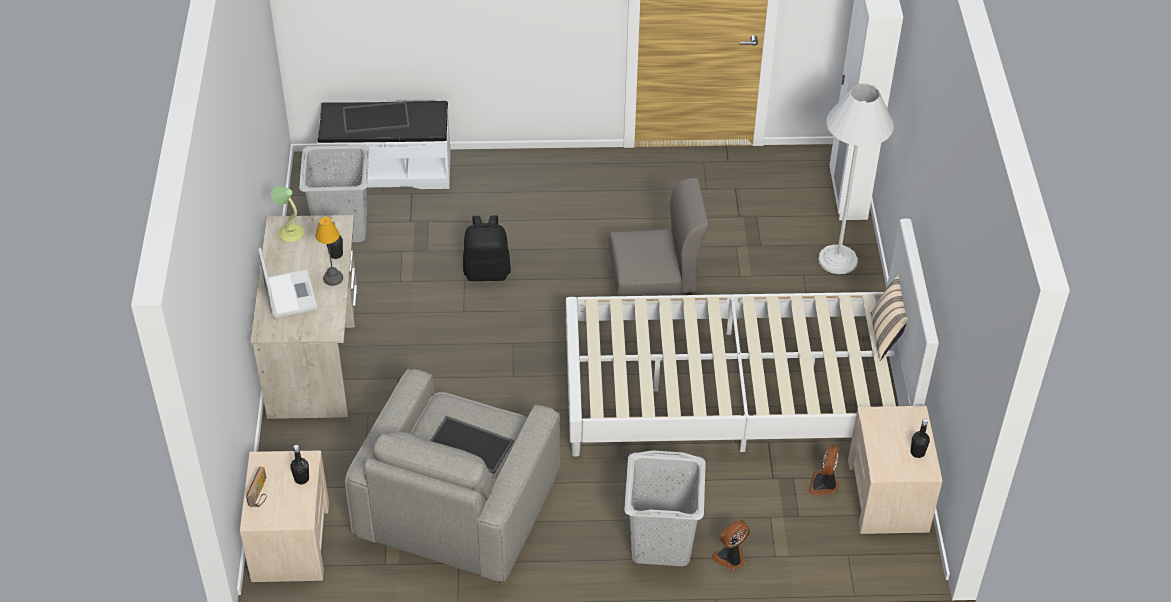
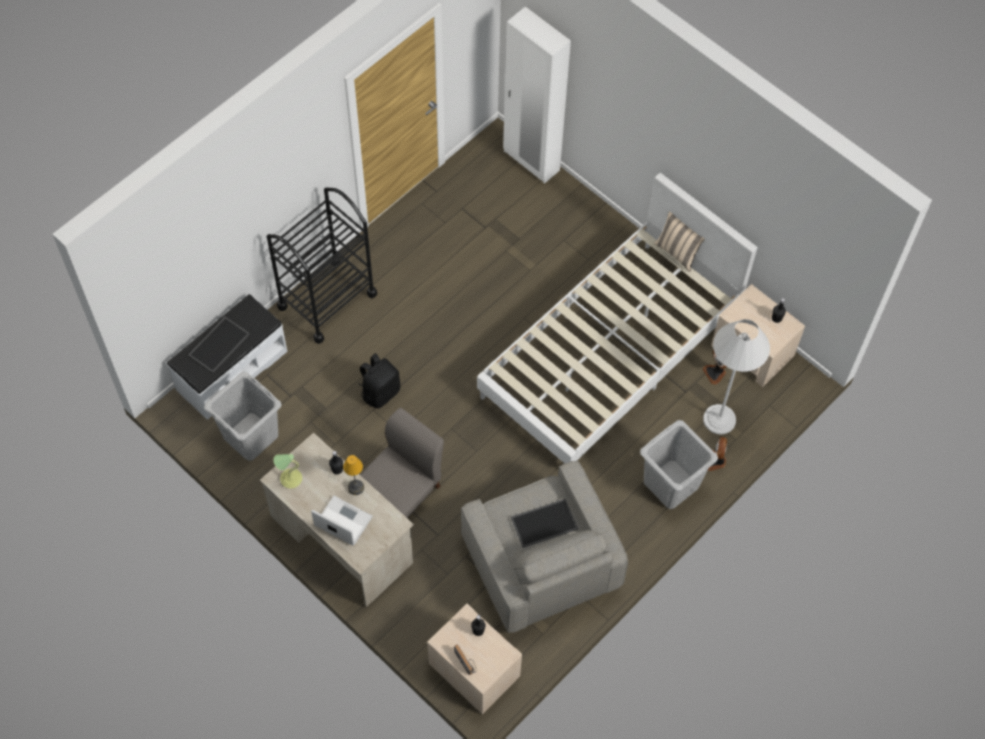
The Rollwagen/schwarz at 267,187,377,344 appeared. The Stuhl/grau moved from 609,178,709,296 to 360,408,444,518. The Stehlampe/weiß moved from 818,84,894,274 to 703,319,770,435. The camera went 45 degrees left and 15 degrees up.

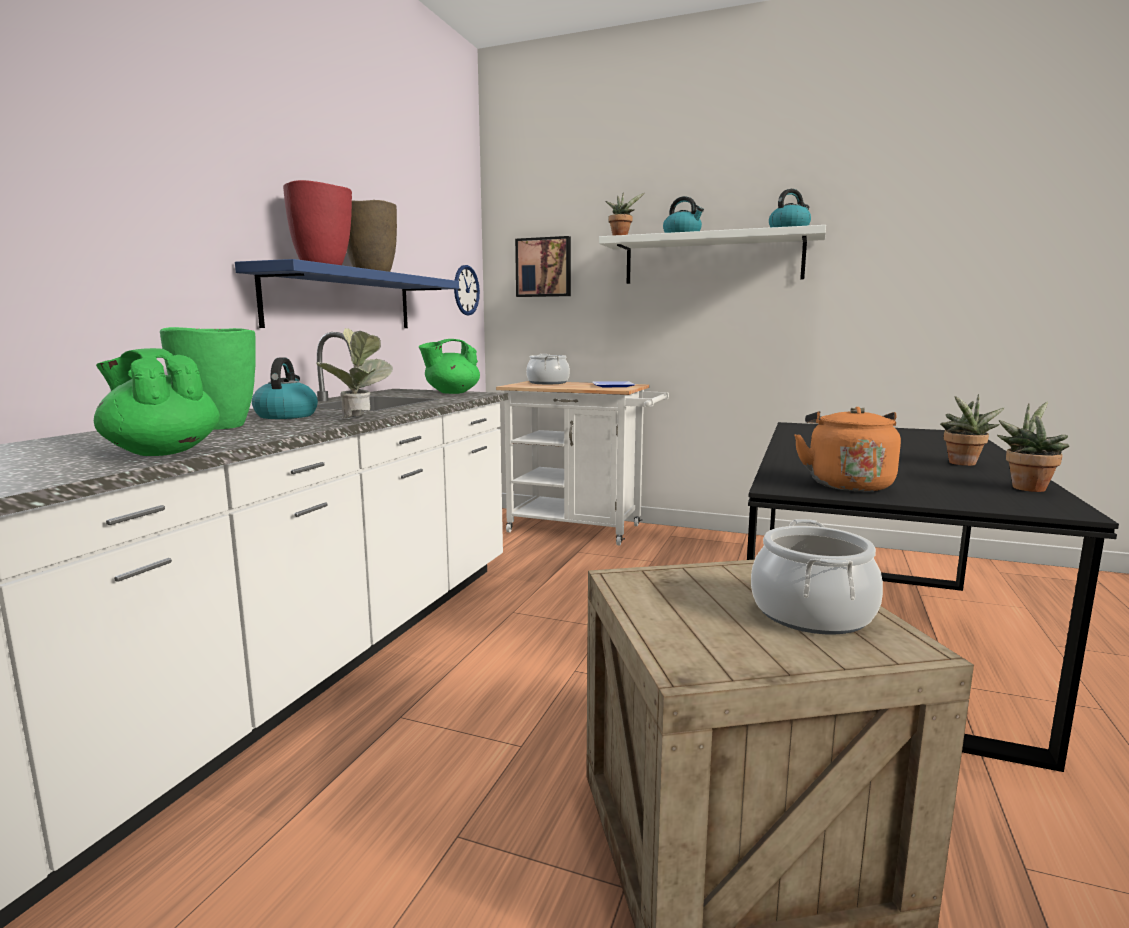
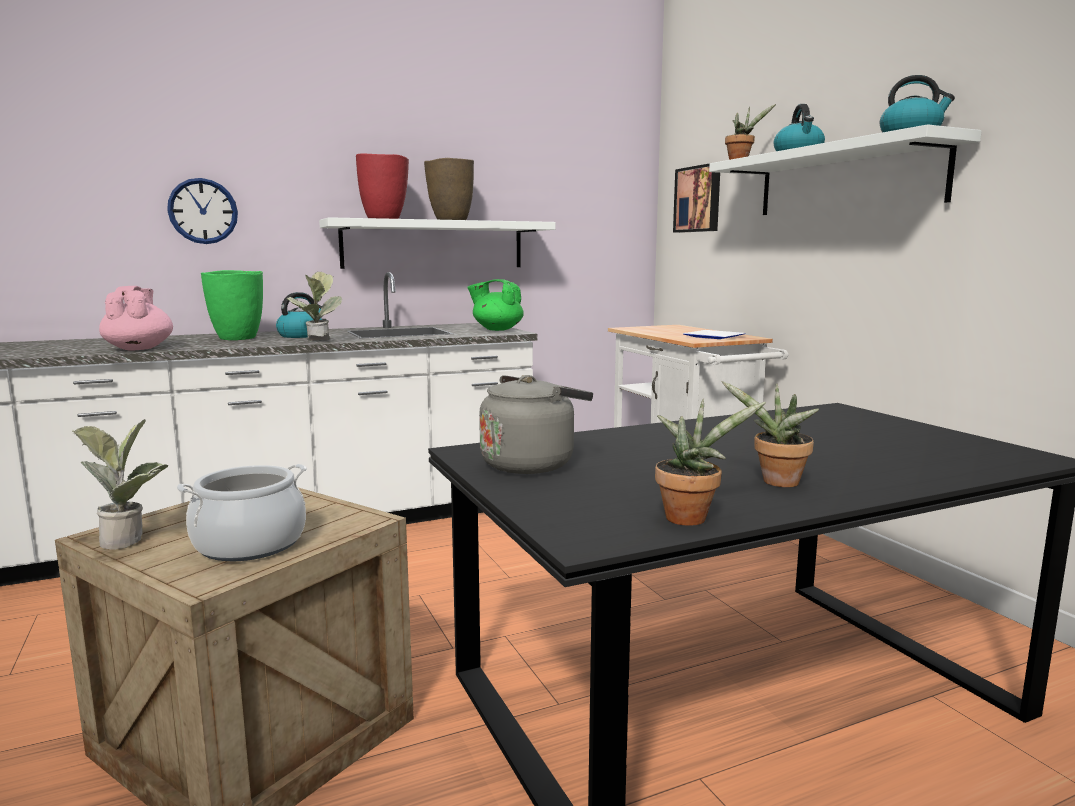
The Kochtopf at 526,354,570,384 disappeared. The Topfpflanze at 71,419,168,550 appeared. The Wanduhr moved from 454,265,480,315 to 167,178,238,244. The Teekanne/grün at 94,348,220,456 became the Teekanne/rosa at 99,286,173,351. The Wandregal/blau at 235,259,459,328 became the Wandregal/weiß at 319,217,555,269. The Wasserkessel/orange at 794,407,901,492 became the Wasserkessel/grau at 479,375,593,474. The camera went 45 degrees right and 0 degrees up.

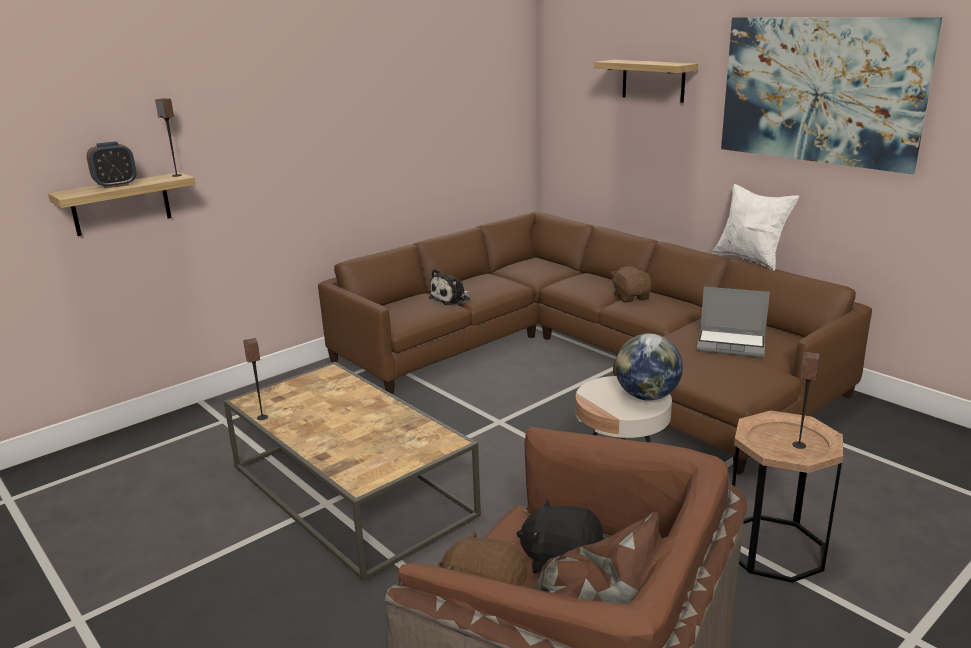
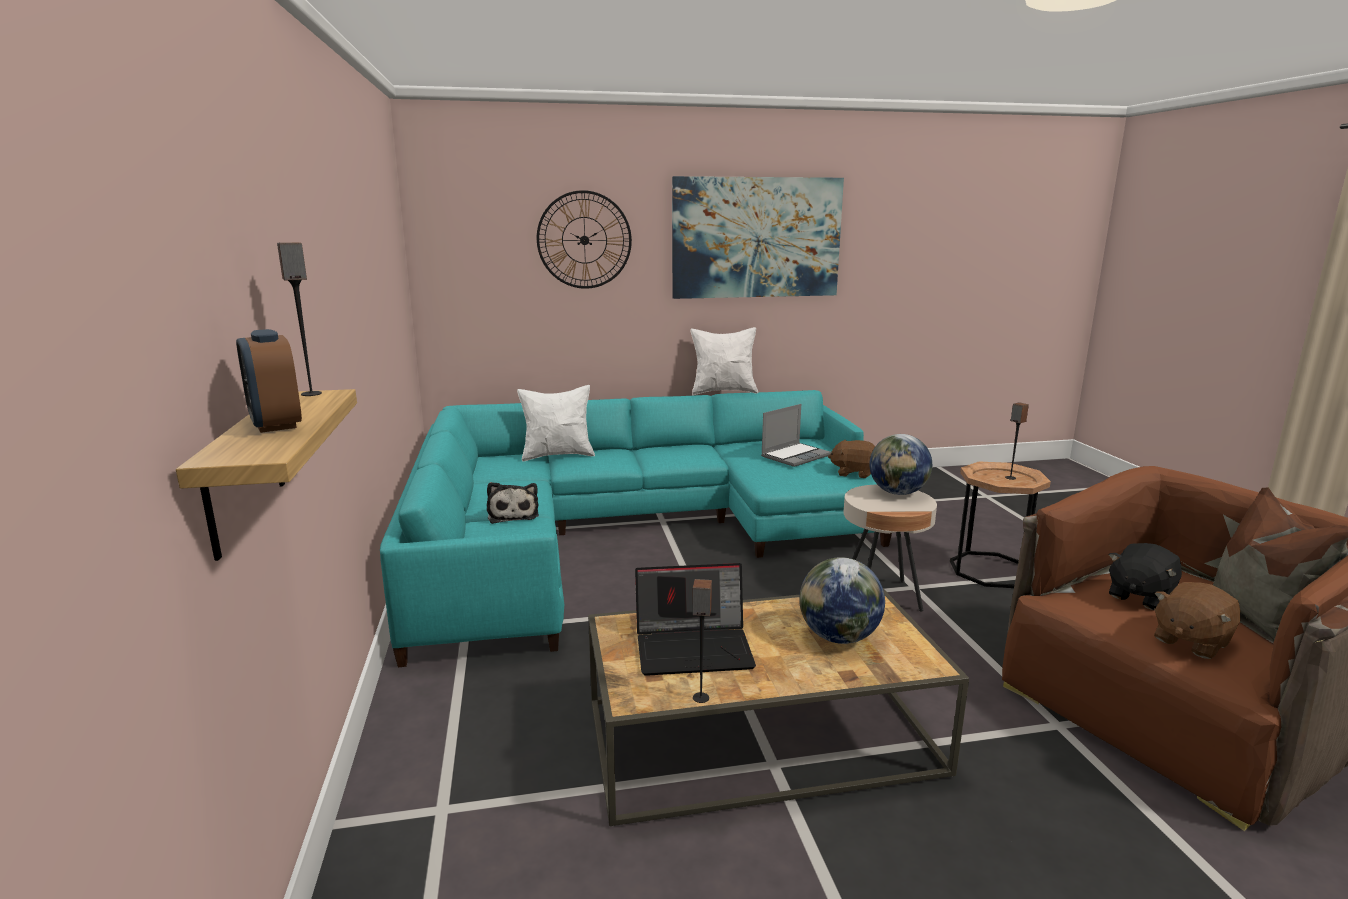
The Kissen/weiß at 517,385,595,462 appeared. The Laptop at 635,563,756,676 appeared. The Globus at 799,557,885,644 appeared. The Plüschtier/braun moved from 611,266,652,303 to 828,440,875,478. The Wandregal at 594,60,698,103 was replaced by the Wanduhr at 537,190,632,289. The Sofa/braun at 318,211,872,475 became the Sofa/türkis at 380,390,892,667. The Wecker at 87,142,136,189 turned 150 degrees clockwise. The camera went 60 degrees left and 5 degrees down.

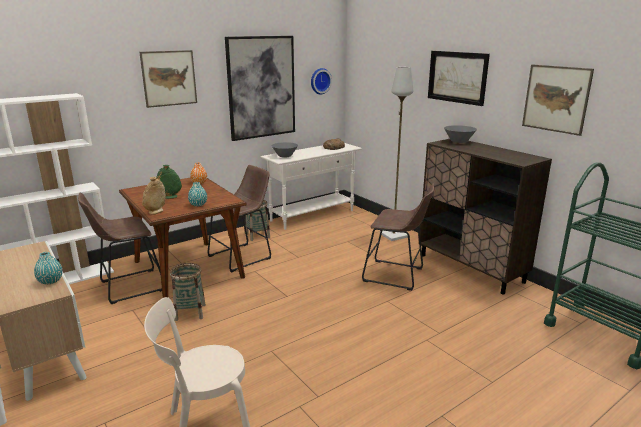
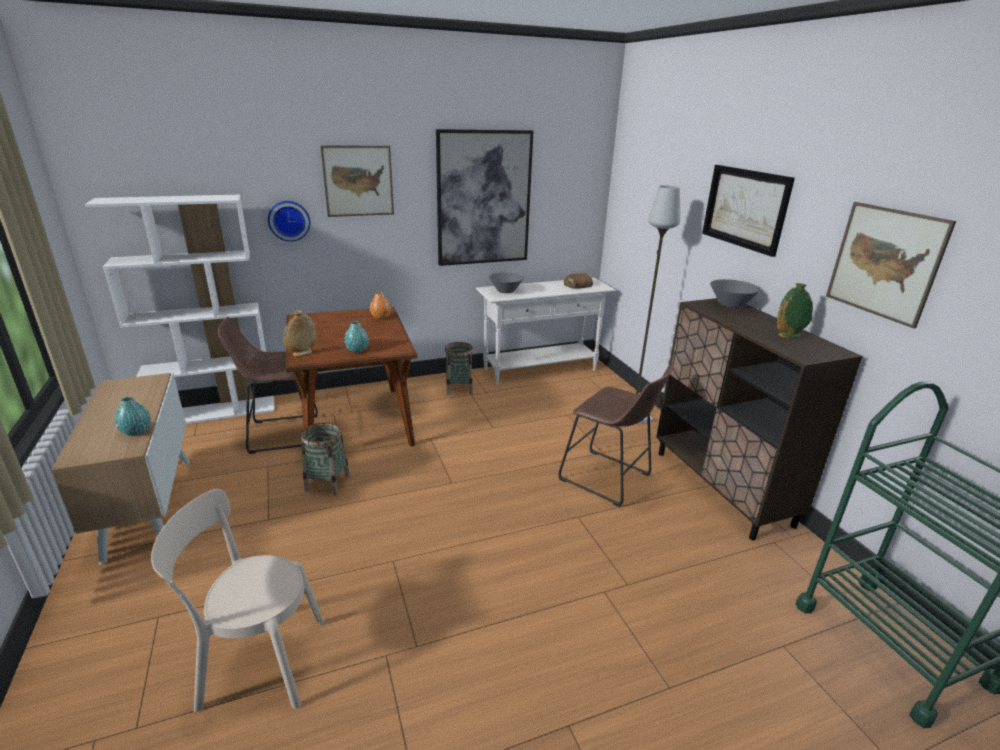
The Hocker/braun at 208,165,271,273 disappeared. The Vase/grün moved from 156,165,182,199 to 777,283,813,338. The Wanduhr moved from 311,68,332,94 to 268,201,310,241. The camera went 15 degrees right and 5 degrees up.

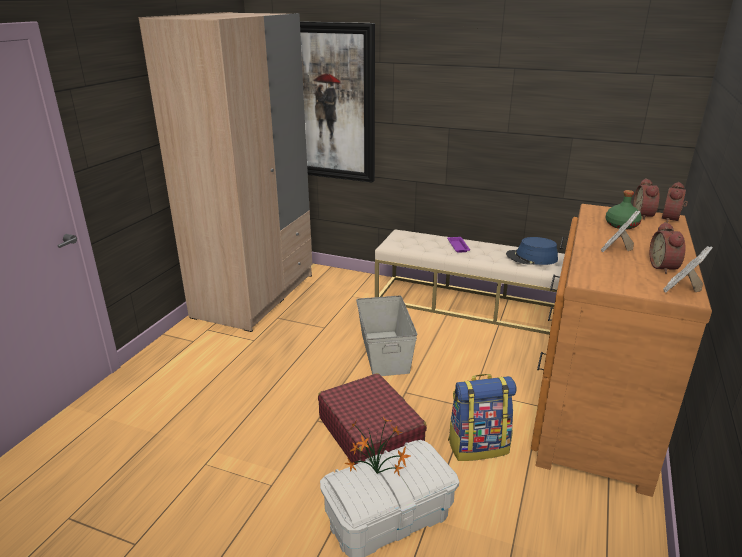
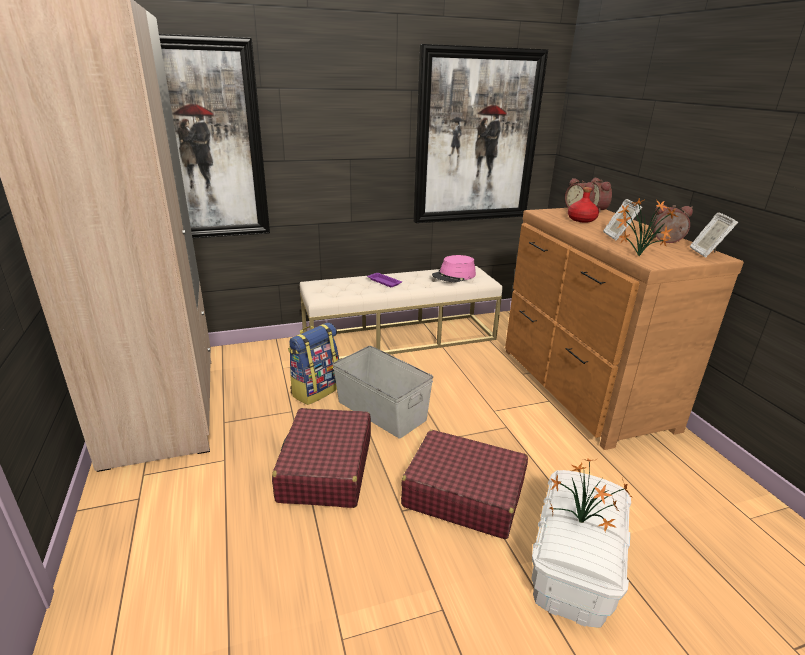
The Koffer/rot at 272,408,371,508 appeared. The Bild at 414,44,548,223 appeared. The Topfpflanze at 616,198,678,256 appeared. The Rucksack moved from 448,374,516,461 to 288,322,339,405. The Hut/blau at 506,237,558,265 became the Hut/rosa at 432,255,476,282. The Flasche/grün at 606,190,642,230 became the Flasche/rot at 568,187,599,223. The Wecker at 650,222,685,274 turned 135 degrees clockwise. The camera went 40 degrees left and 0 degrees up.

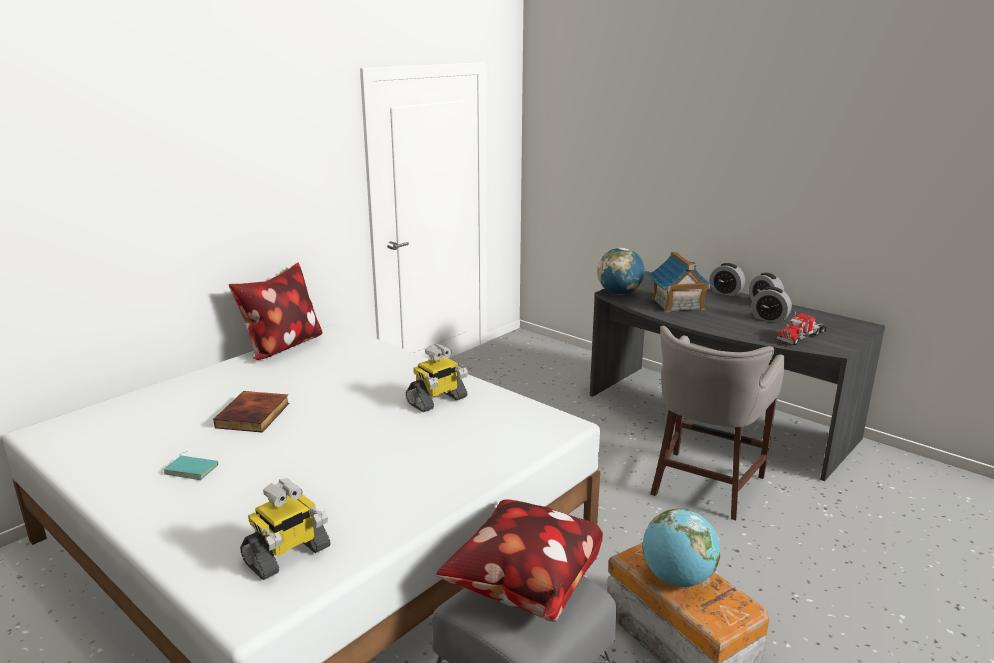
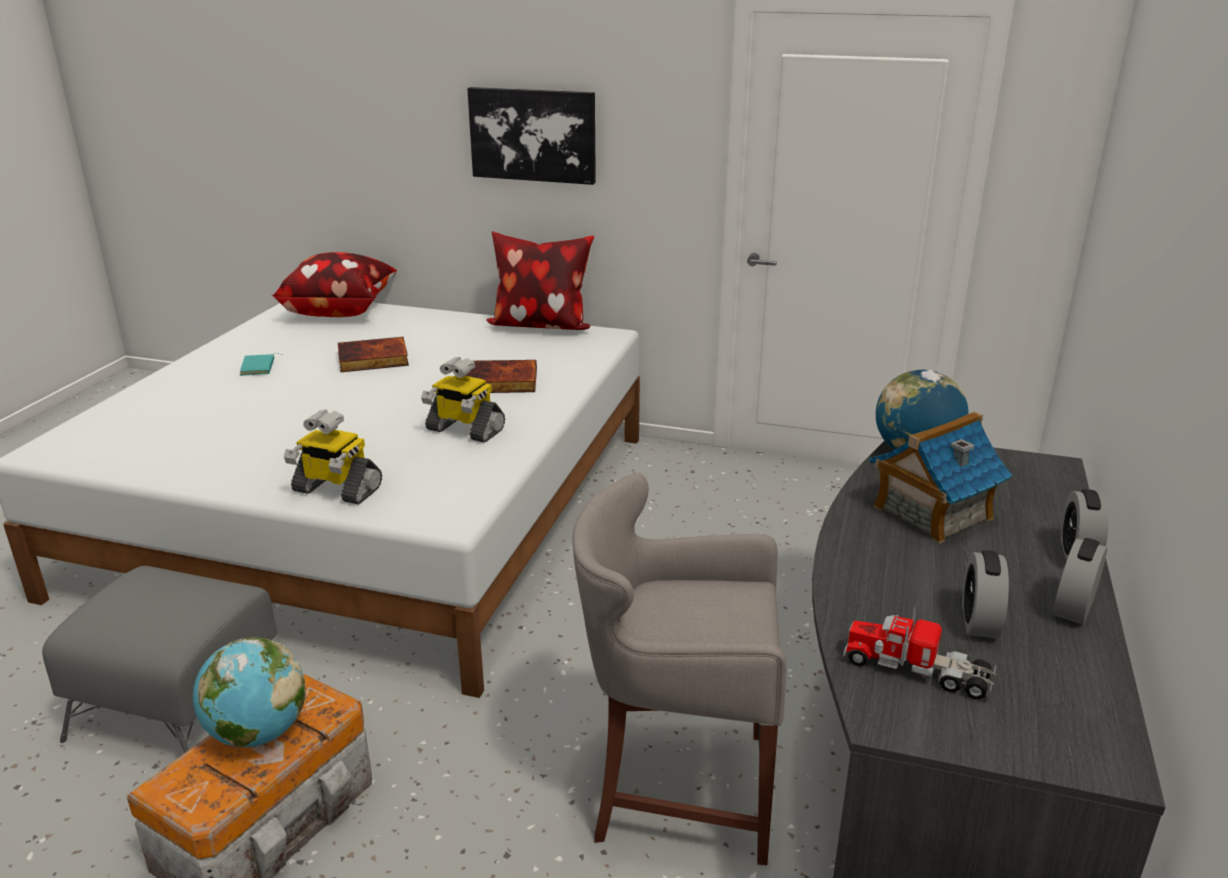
The Buch at 466,360,537,393 appeared. The Bild at 467,87,596,185 appeared. The Spielzeugroboter moved from 240,479,331,580 to 284,409,382,504. The Kissen moved from 435,500,603,622 to 271,252,397,317. The camera went 65 degrees right and 5 degrees up.

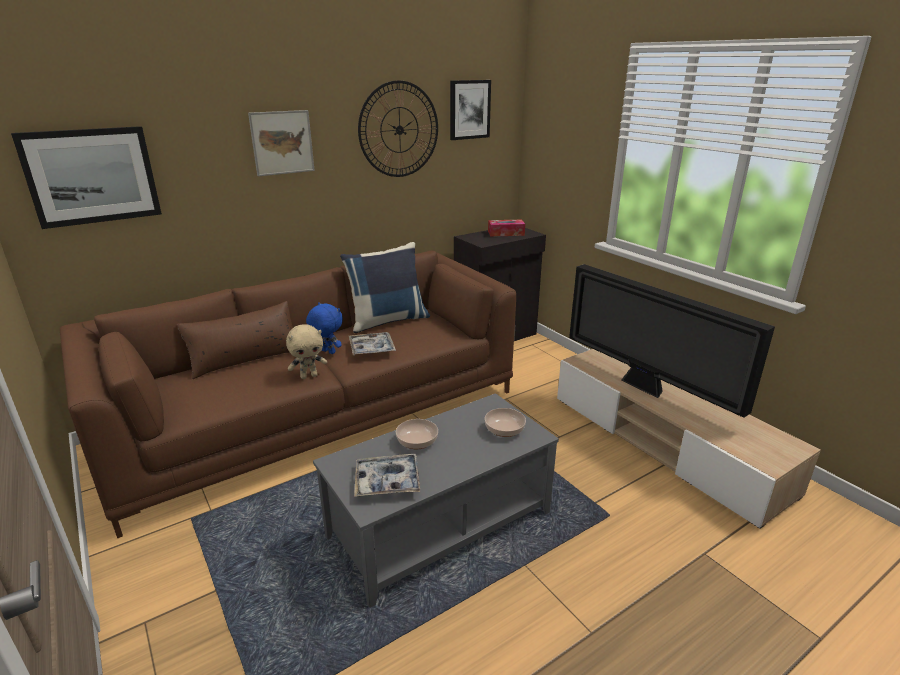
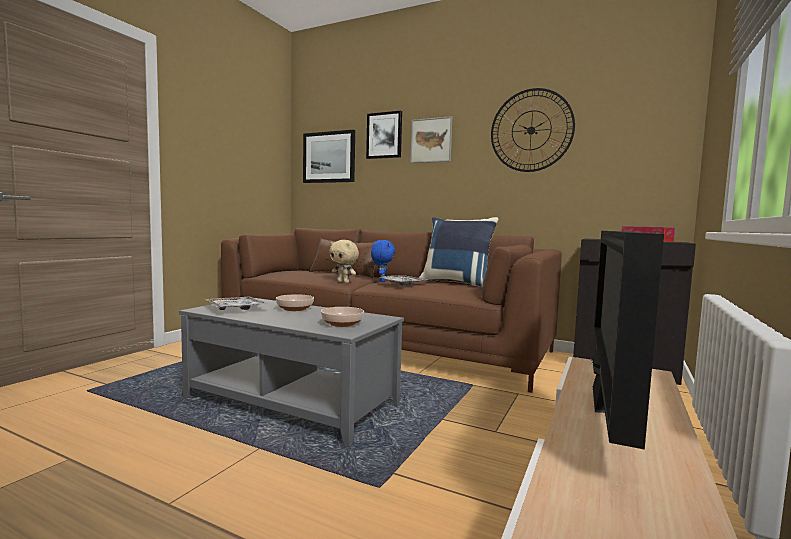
The Bild moved from 450,80,491,140 to 366,111,402,159. The camera went 60 degrees right and 20 degrees down.

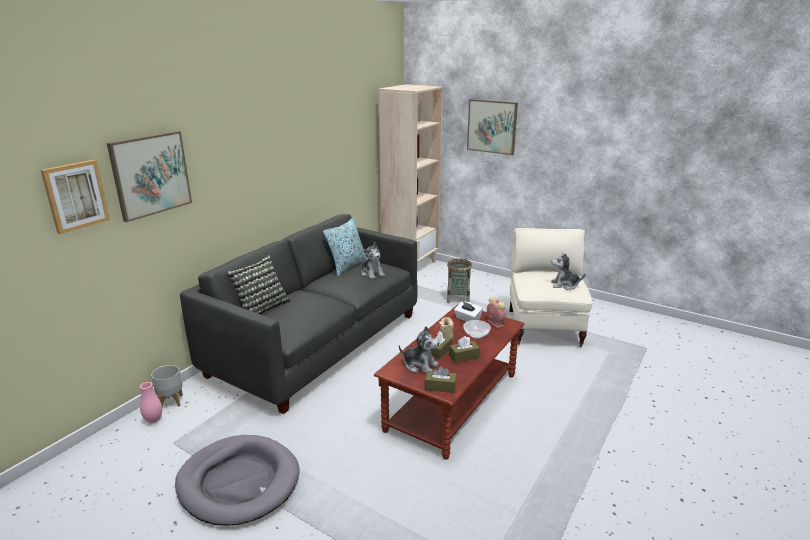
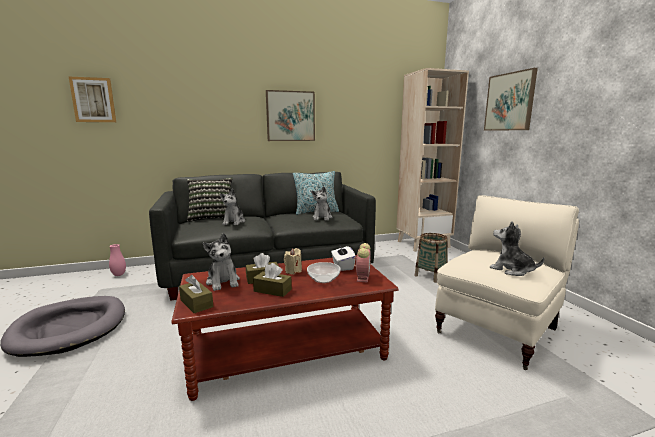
The Pflanzkübel/grau at 151,365,183,408 disappeared. The Plüschtier at 220,189,245,225 appeared. The Bild moved from 107,131,192,222 to 266,90,315,141. The camera went 40 degrees right and 10 degrees down.

